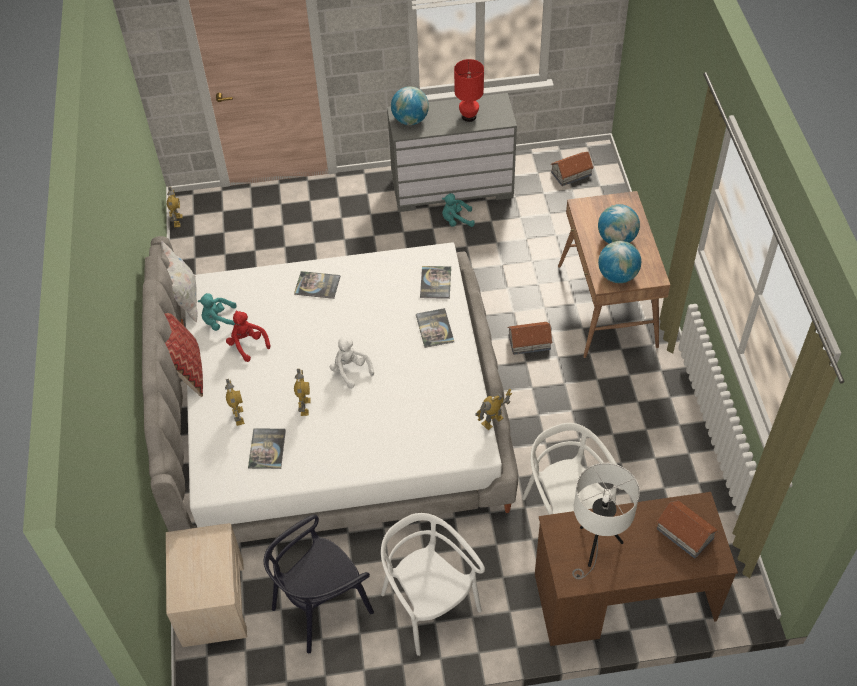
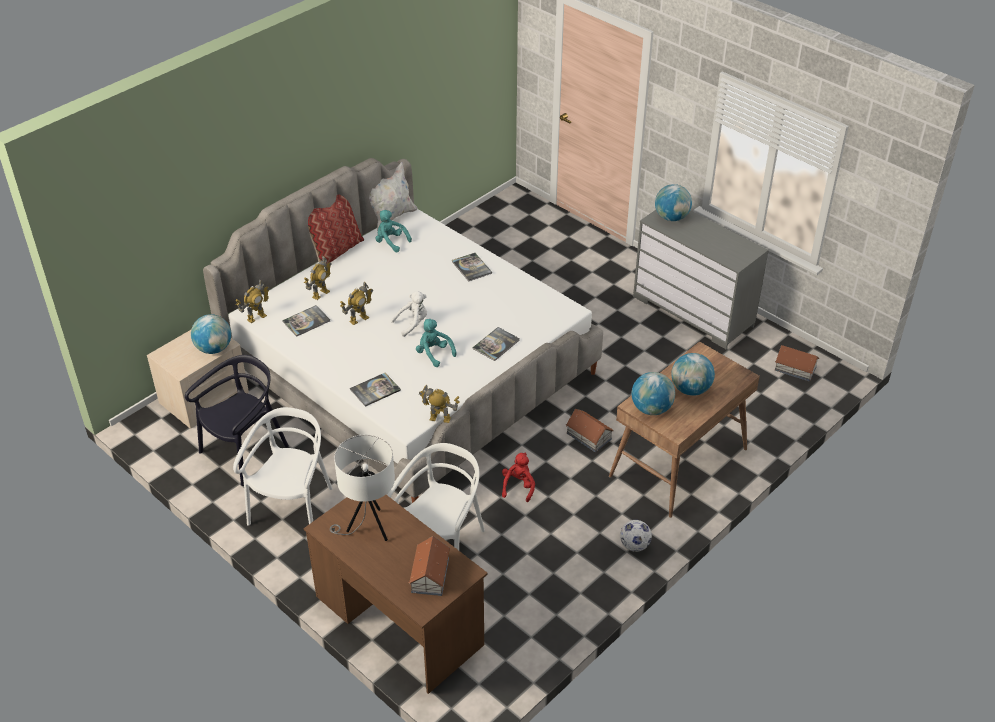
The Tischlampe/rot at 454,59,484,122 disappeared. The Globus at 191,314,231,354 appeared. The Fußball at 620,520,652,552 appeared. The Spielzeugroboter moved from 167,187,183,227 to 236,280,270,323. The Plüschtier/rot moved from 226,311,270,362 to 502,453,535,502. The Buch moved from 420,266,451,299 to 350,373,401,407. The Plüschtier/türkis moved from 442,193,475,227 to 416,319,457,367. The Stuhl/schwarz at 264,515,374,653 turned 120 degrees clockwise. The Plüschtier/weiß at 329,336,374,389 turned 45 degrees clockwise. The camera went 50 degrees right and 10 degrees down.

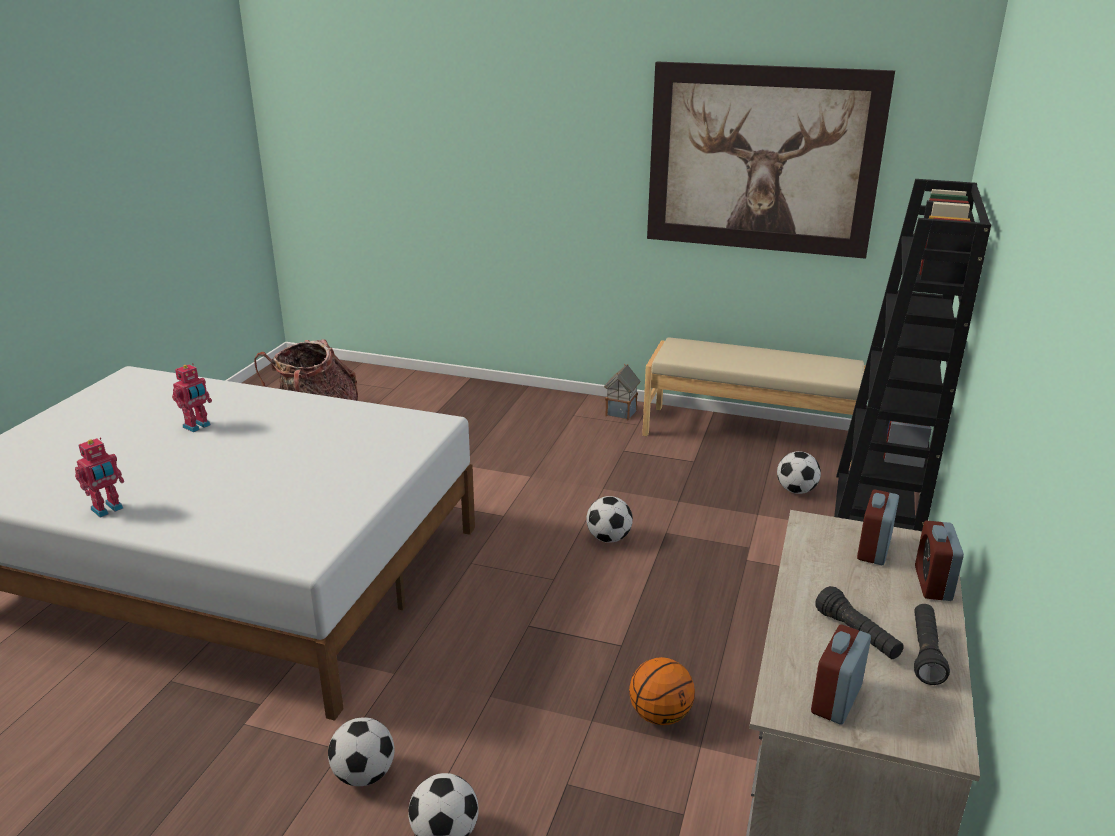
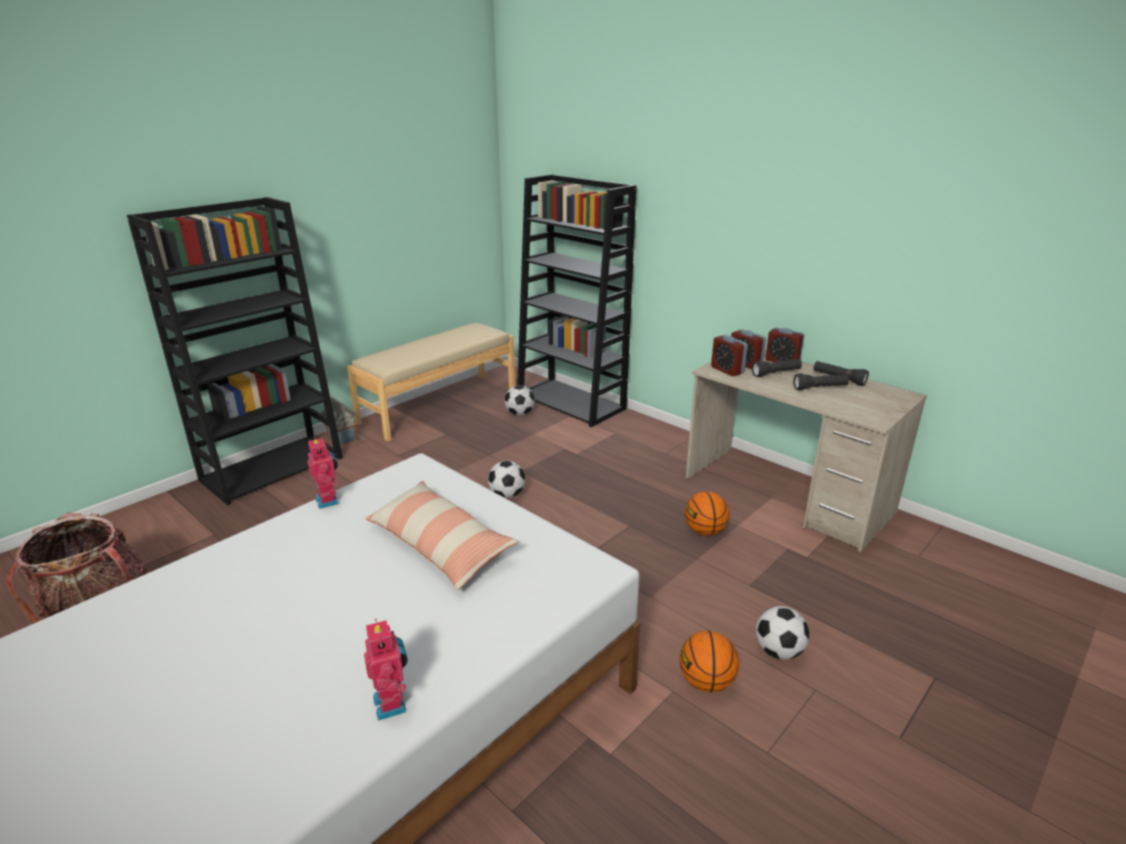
The Bild at 647,62,895,259 disappeared. The Bücherregal/schwarz at 127,197,343,505 appeared. The Kissen at 366,481,519,590 appeared. The Taschenlampe/schwarz at 752,359,802,377 appeared. The Spielzeugroboter moved from 172,363,212,432 to 308,437,339,509. The Wecker moved from 811,625,871,724 to 711,335,748,376. The Fußball at 328,717,395,786 was replaced by the Basketball at 679,631,739,693. The camera went 65 degrees left and 0 degrees up.

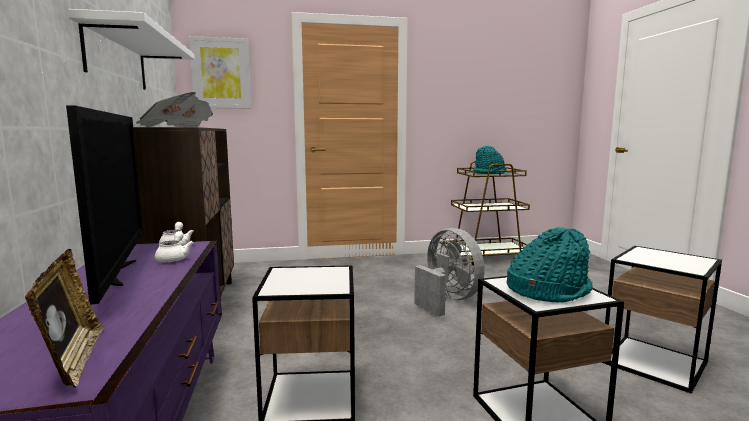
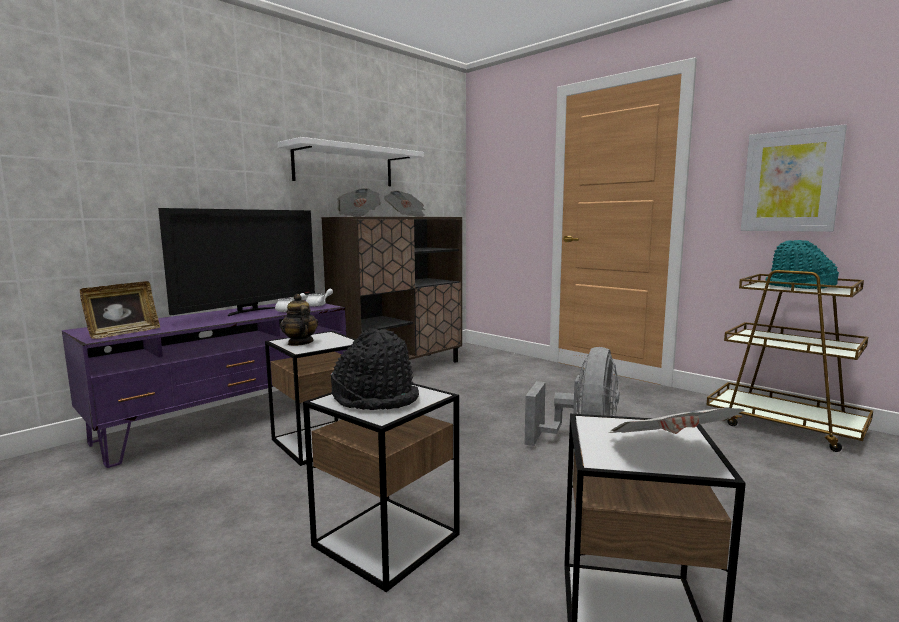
The Teekanne at 280,294,318,346 appeared. The Zeitung at 609,407,745,434 appeared. The Bild moved from 189,36,251,108 to 741,124,847,232. The Hut/türkis at 506,227,592,303 became the Hut/schwarz at 331,328,419,410. The camera went 55 degrees right and 0 degrees up.

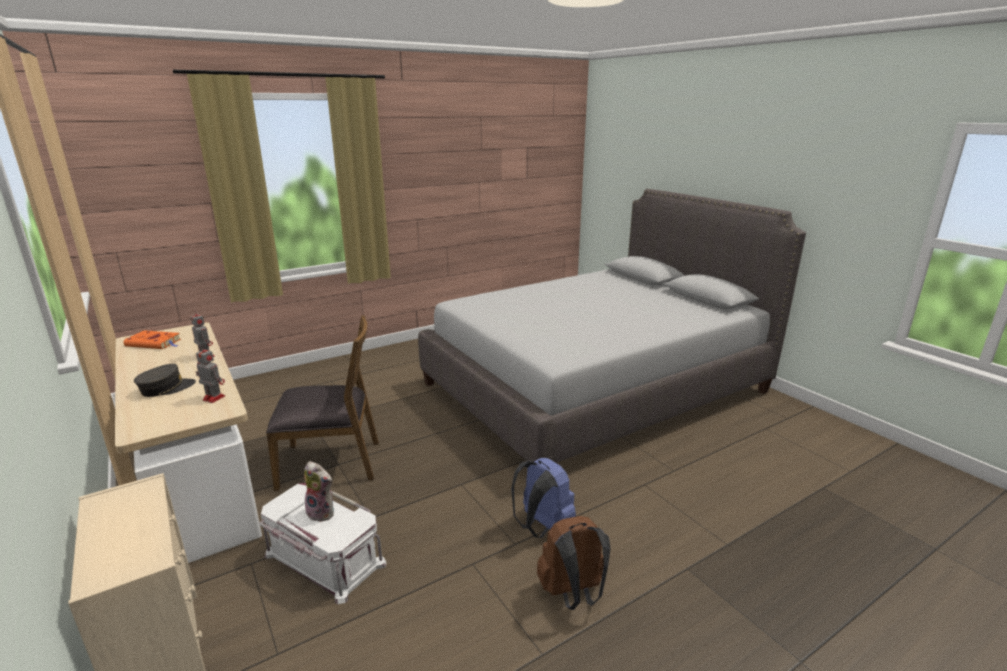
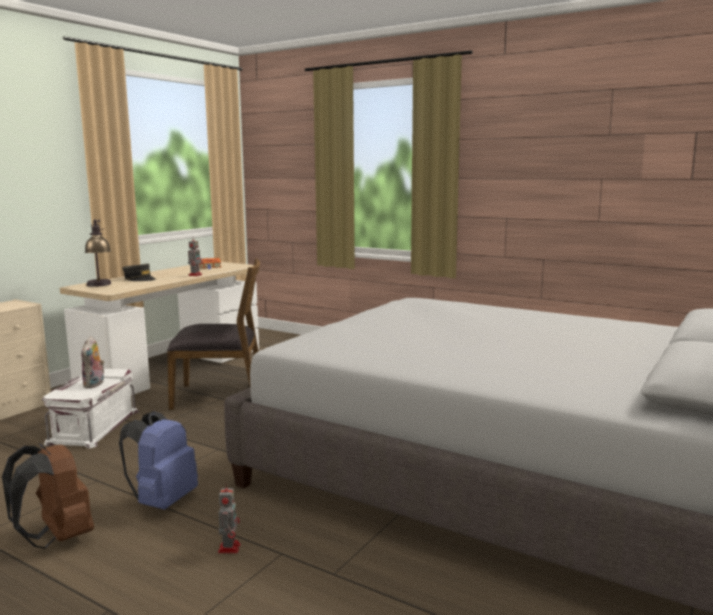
The Tischlampe at 85,219,111,287 appeared. The Spielzeugroboter moved from 196,346,225,403 to 218,484,241,553. The Stuhl/braun at 266,315,379,491 turned 60 degrees counterclockwise. The camera went 65 degrees right and 10 degrees down.

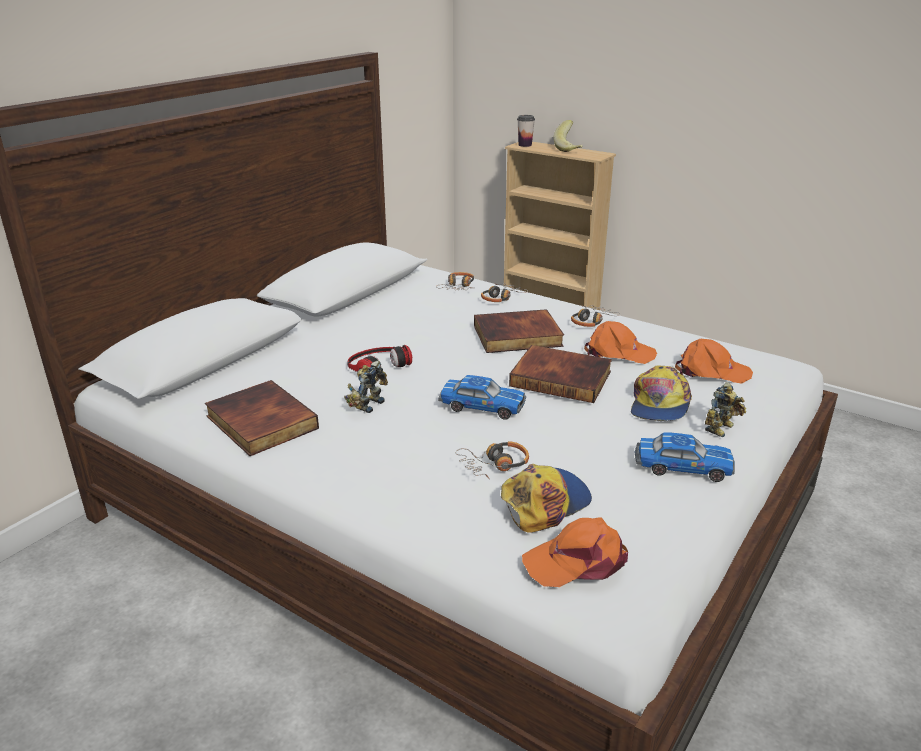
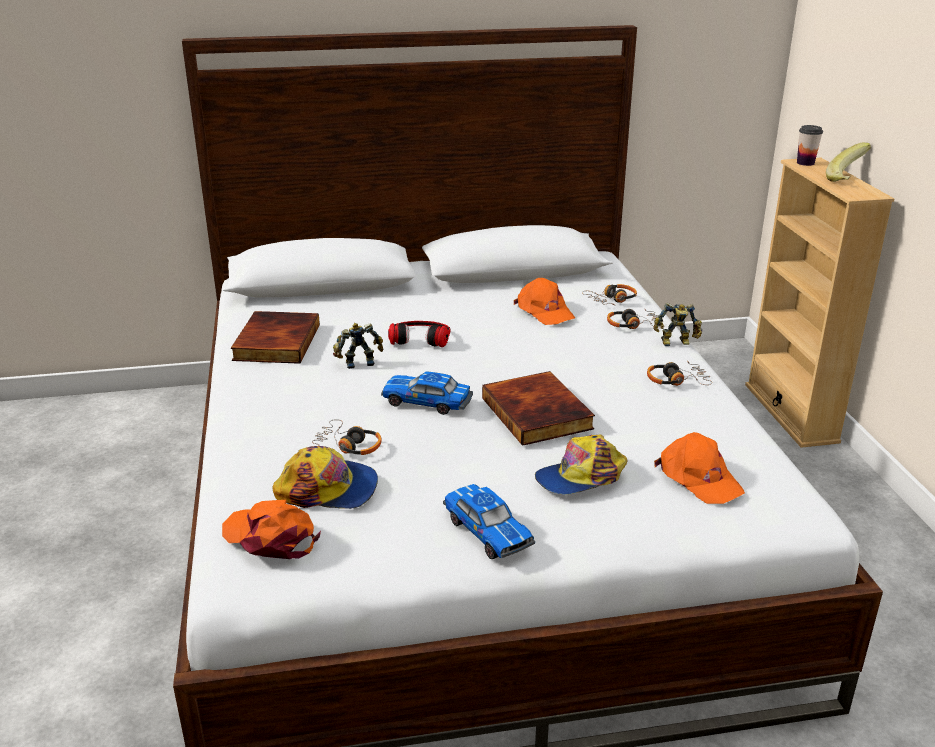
The Buch at 474,309,564,353 disappeared. The Kappe/orange moved from 584,321,657,364 to 514,278,575,325. The Spielzeugroboter moved from 705,382,746,438 to 653,303,702,346. The Spielzeugauto at 438,375,526,420 turned 135 degrees clockwise. The camera went 45 degrees right and 0 degrees up.

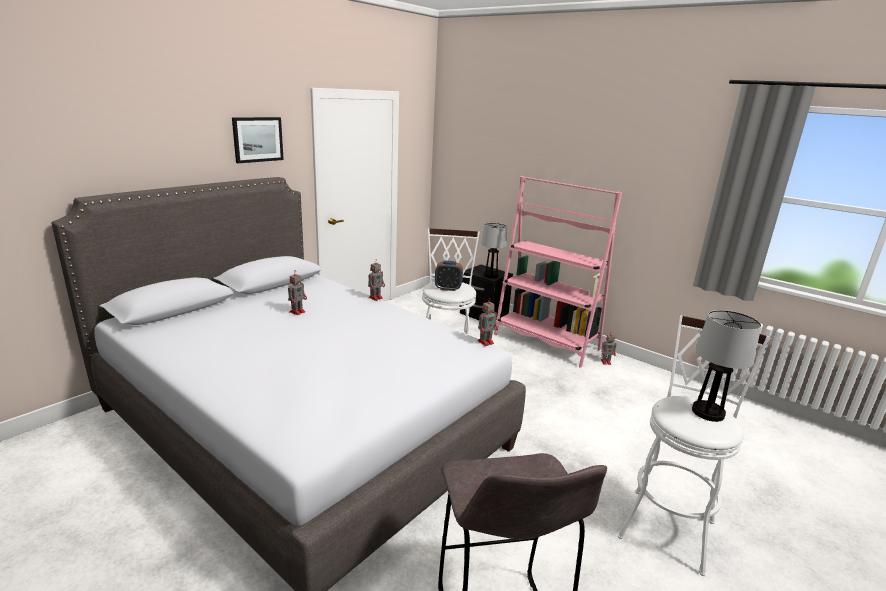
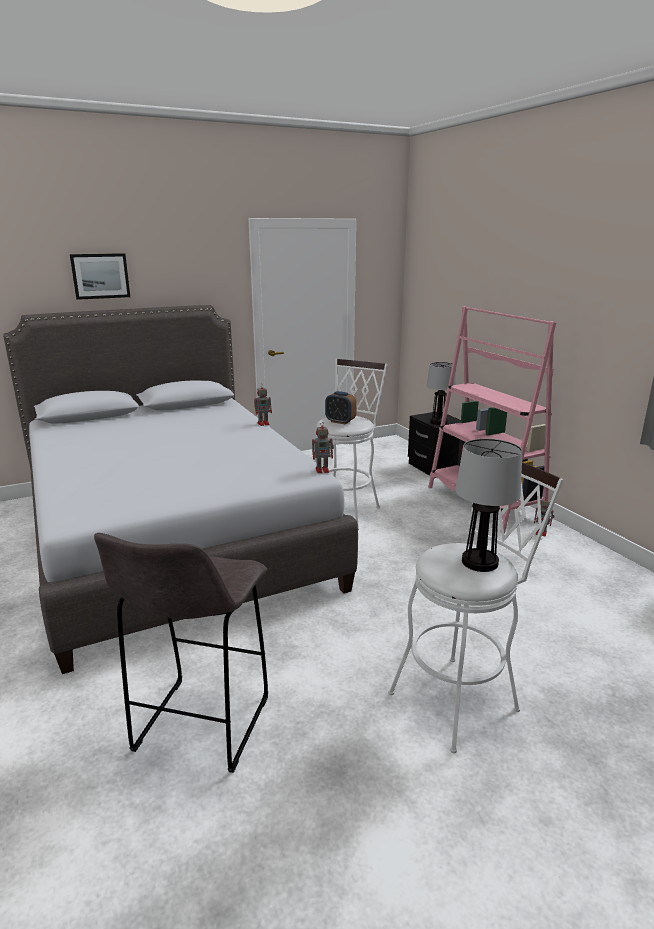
The Spielzeugroboter at 288,273,307,315 disappeared. The Bild moved from 232,117,284,163 to 70,253,130,300. The camera went 25 degrees right and 0 degrees up.

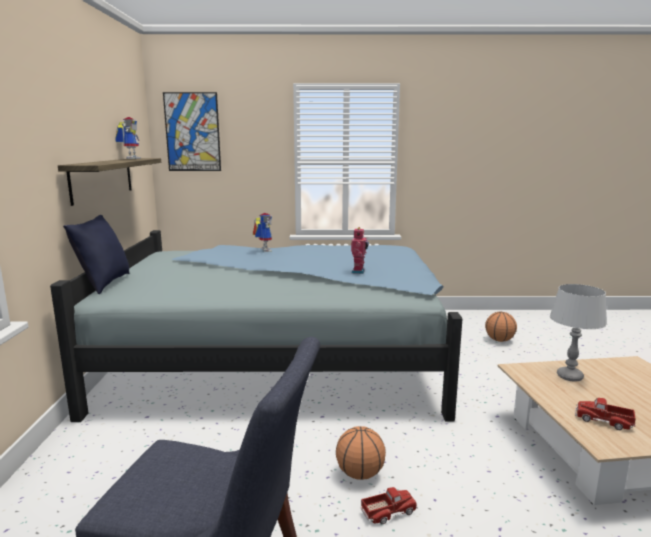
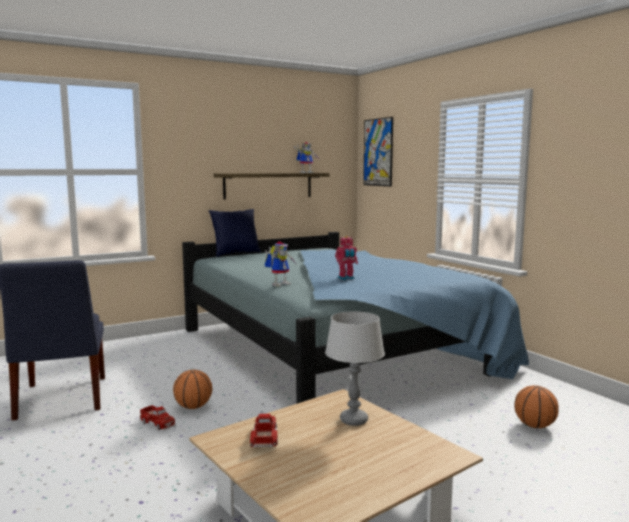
The Spielzeugroboter moved from 253,213,272,252 to 265,241,296,287. The camera went 60 degrees right and 5 degrees down.

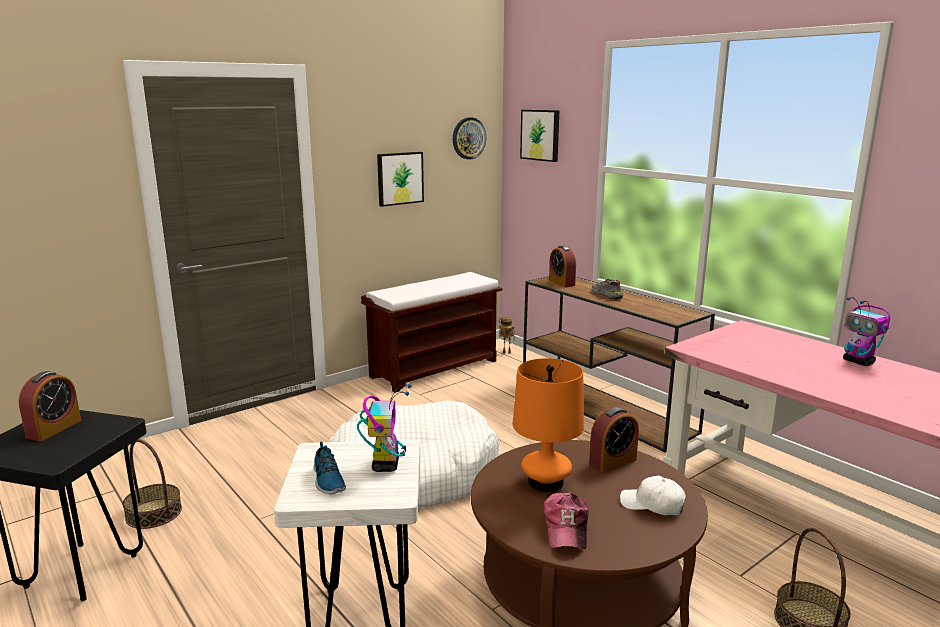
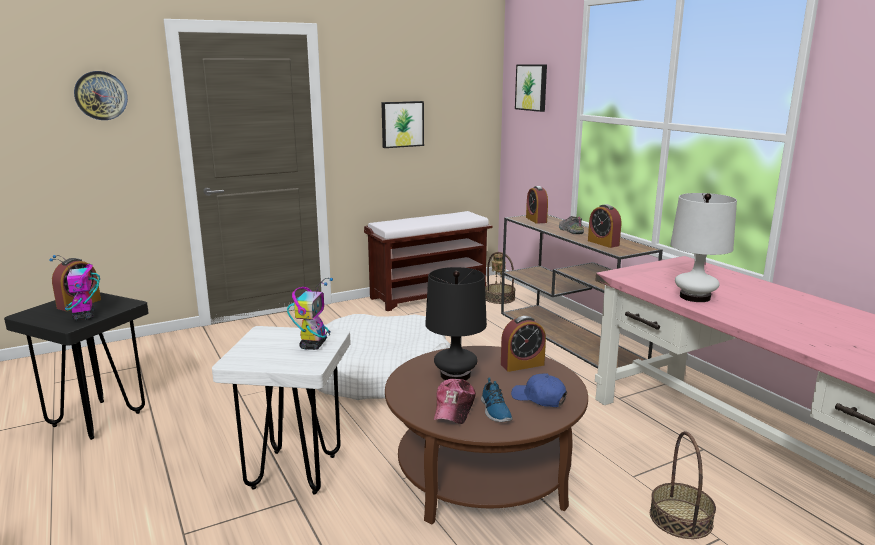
The Wecker at 588,204,621,248 appeared. The Tischlampe/weiß at 670,193,737,302 appeared. The Korb moved from 123,439,182,529 to 485,252,516,304. The Schuh moved from 314,442,346,494 to 481,377,512,422. The Wanduhr moved from 453,117,486,159 to 74,71,128,120. The Spielzeugroboter moved from 843,297,890,366 to 50,255,100,320. The Tischlampe/orange at 513,358,584,492 became the Tischlampe/schwarz at 425,267,487,381. The Kappe/weiß at 620,476,686,515 became the Kappe/blau at 511,373,567,407. The camera went 10 degrees right and 0 degrees up.

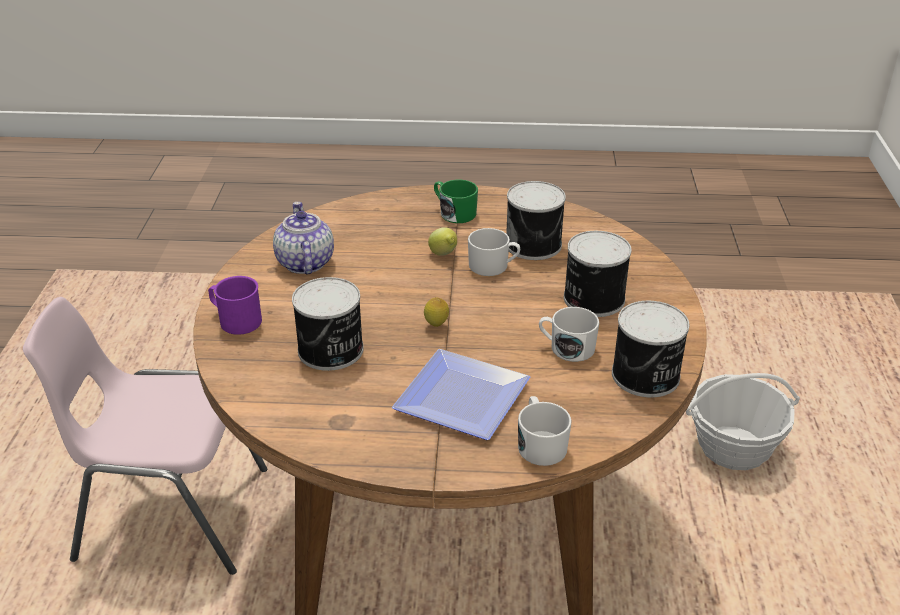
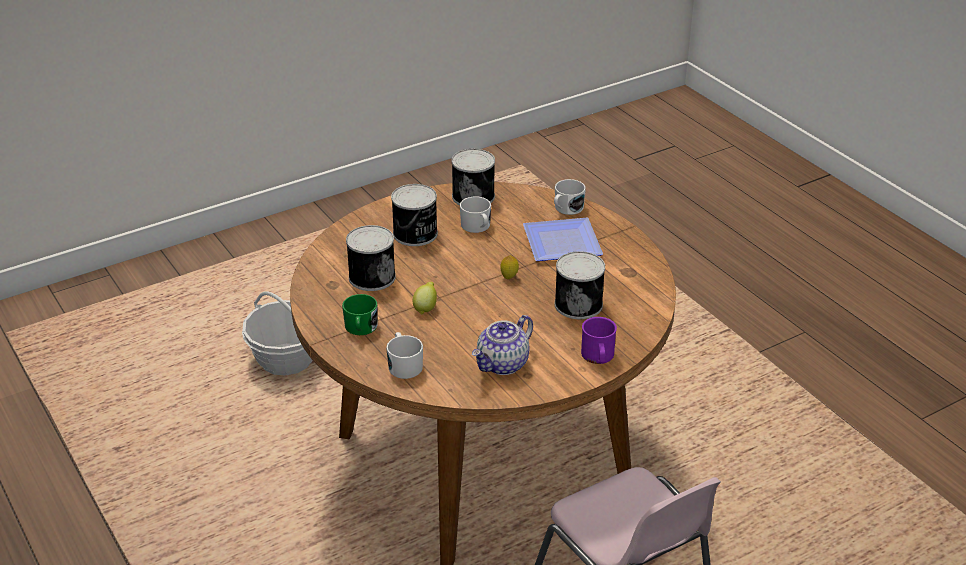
The Henkelbecher/weiß moved from 468,228,520,276 to 386,332,423,379. The camera went 125 degrees left and 0 degrees up.

